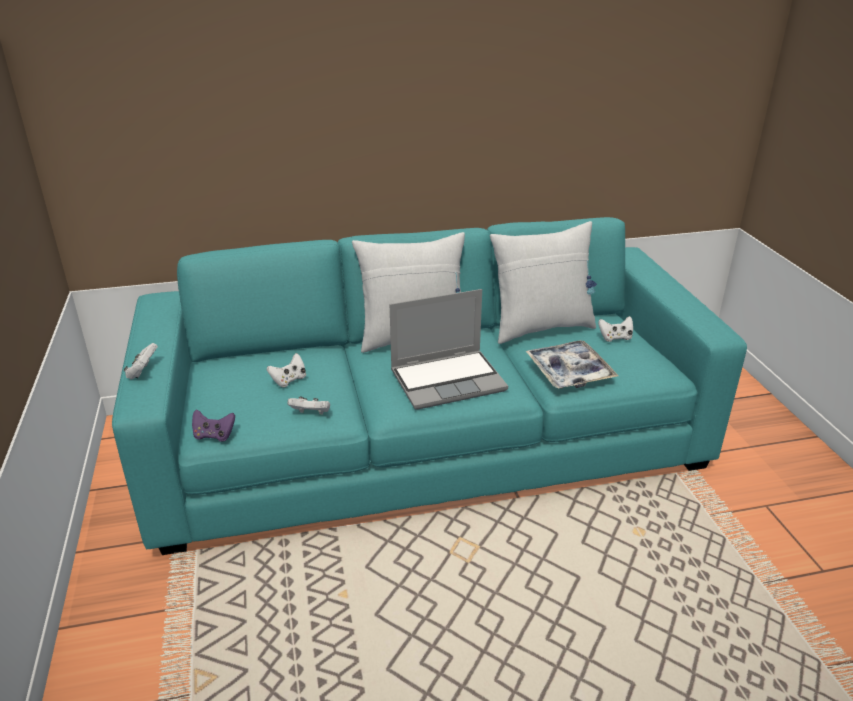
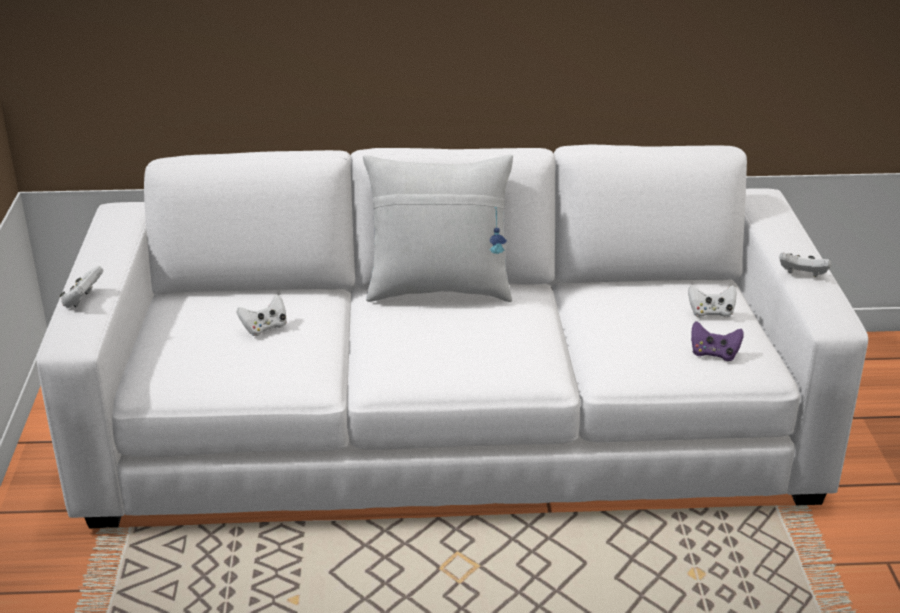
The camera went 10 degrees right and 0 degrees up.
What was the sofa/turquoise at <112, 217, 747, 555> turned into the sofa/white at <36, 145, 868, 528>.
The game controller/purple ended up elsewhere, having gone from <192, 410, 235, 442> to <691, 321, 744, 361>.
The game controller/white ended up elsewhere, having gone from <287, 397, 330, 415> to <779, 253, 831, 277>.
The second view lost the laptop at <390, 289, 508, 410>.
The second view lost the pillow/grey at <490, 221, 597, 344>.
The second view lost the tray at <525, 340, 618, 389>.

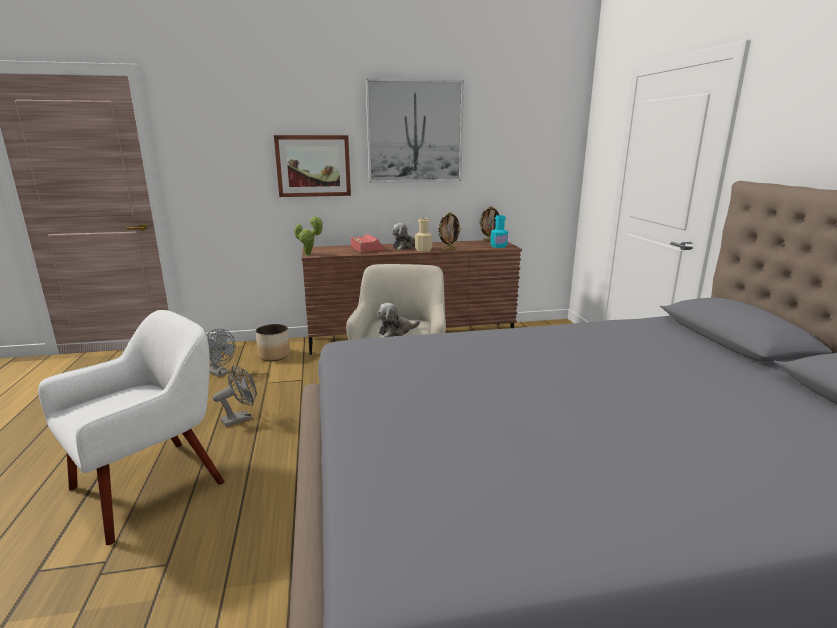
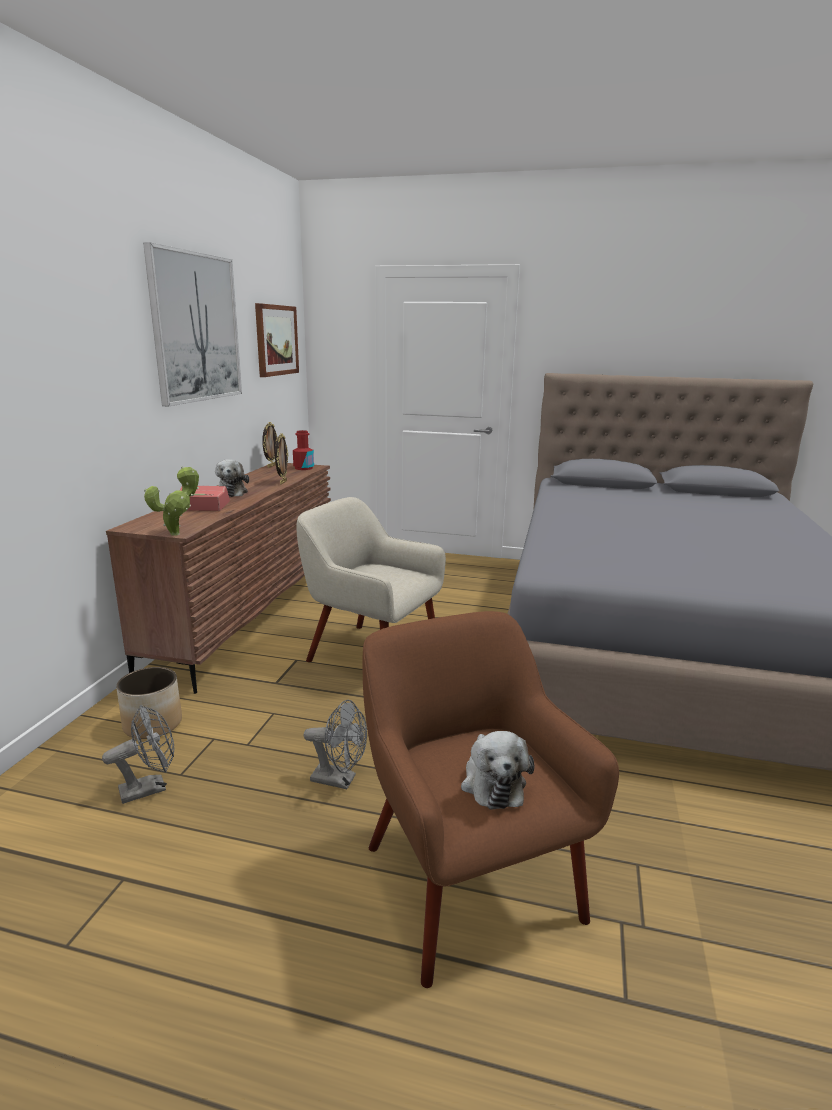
The camera went 65 degrees left and 0 degrees up.
What was the armchair/white at <38, 310, 225, 545> turned into the armchair/brown at <363, 611, 619, 988>.
The fan/grey at <213, 365, 257, 427> ended up facing another way, 120 degrees clockwise from before.
The picture ended up elsewhere, having gone from <274, 135, 351, 197> to <255, 303, 299, 377>.
The plush toy ended up elsewhere, having gone from <377, 303, 420, 337> to <461, 731, 534, 810>.
The second view lost the bottle/beige at <415, 218, 432, 252>.
What was the bottle/turquoise at <490, 215, 508, 248> turned into the bottle/red at <293, 430, 314, 470>.

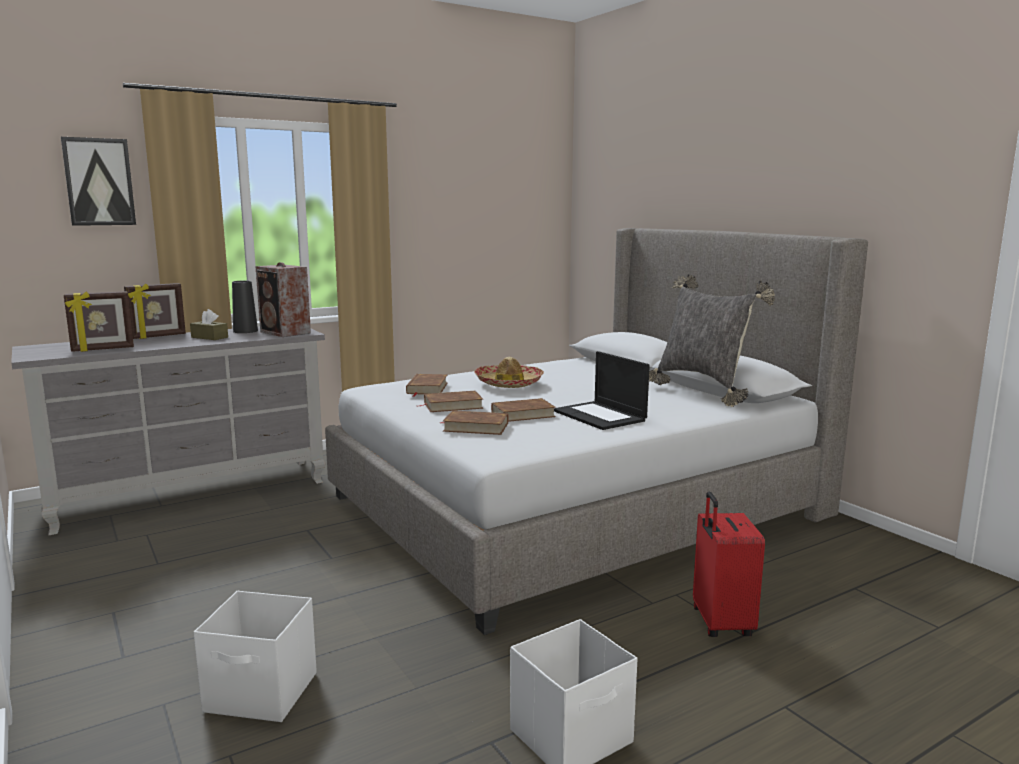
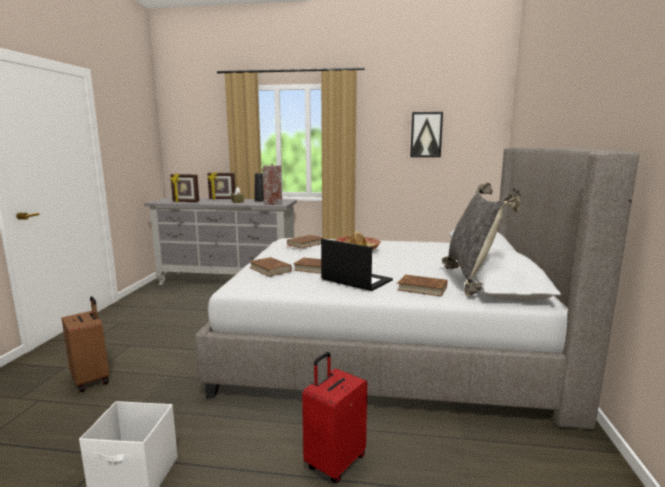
The camera went 40 degrees right and 0 degrees up.
The picture ended up elsewhere, having gone from <61, 137, 136, 226> to <410, 112, 443, 157>.
Where the storage box/white stood at <194, 591, 317, 722>, the suitcase/brown came to stand at <62, 296, 109, 392>.
The book/brown ended up elsewhere, having gone from <419, 391, 483, 412> to <398, 275, 447, 297>.
The laptop at <554, 351, 650, 430> ended up facing another way, 120 degrees clockwise from before.

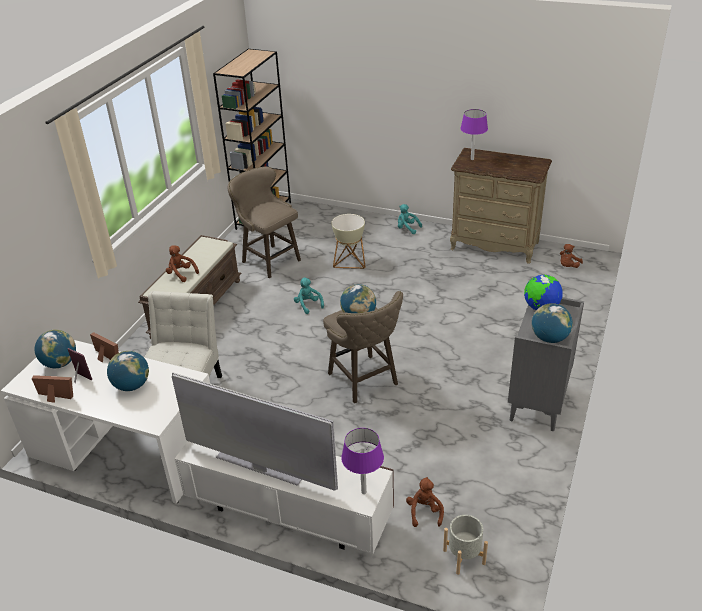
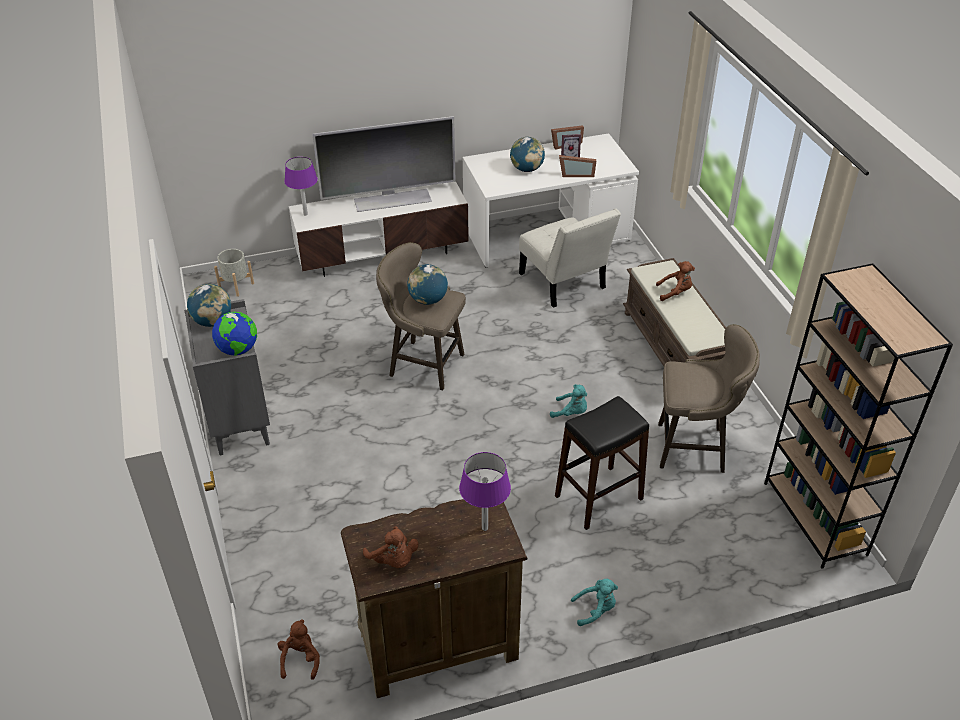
The camera went 140 degrees right and 5 degrees up.
The second view lost the globe at <35, 330, 76, 368>.
Where the planter stood at <331, 214, 365, 269>, the stool/black came to stand at <555, 396, 649, 530>.
The plush toy/brown ended up elsewhere, having gone from <406, 477, 444, 527> to <363, 526, 418, 568>.

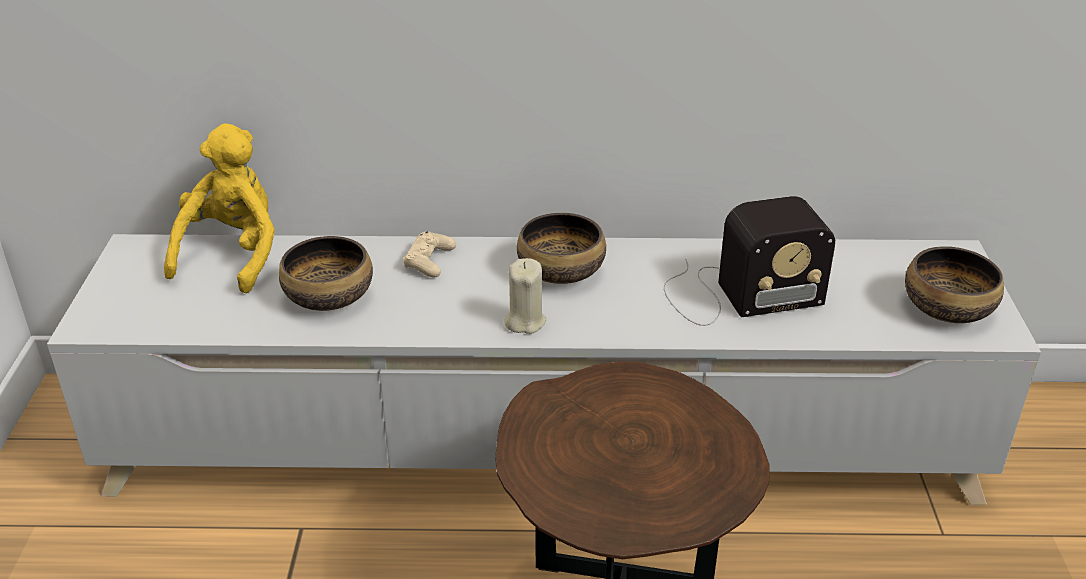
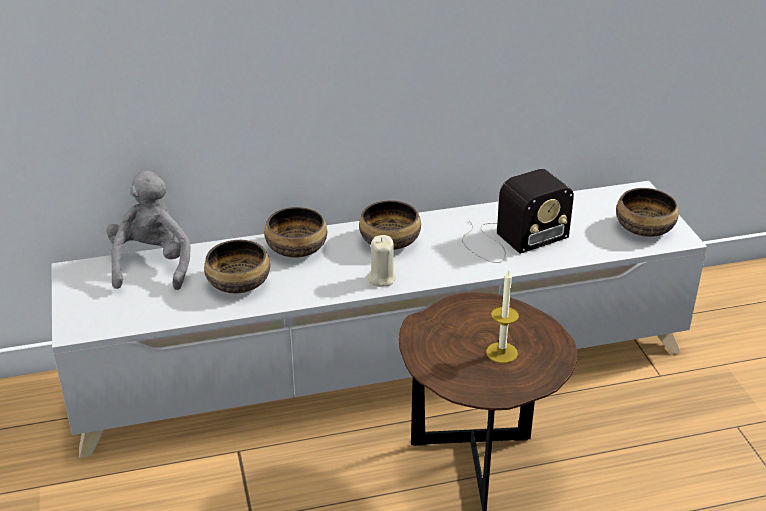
The camera went 15 degrees left and 0 degrees up.
What was the plush toy/yellow at <164, 124, 275, 294> turned into the plush toy/grey at <107, 171, 191, 290>.
Where the game controller/beige stood at <403, 231, 456, 278>, the bowl came to stand at <264, 207, 327, 258>.
The second view gained the candle at <486, 271, 519, 363>.

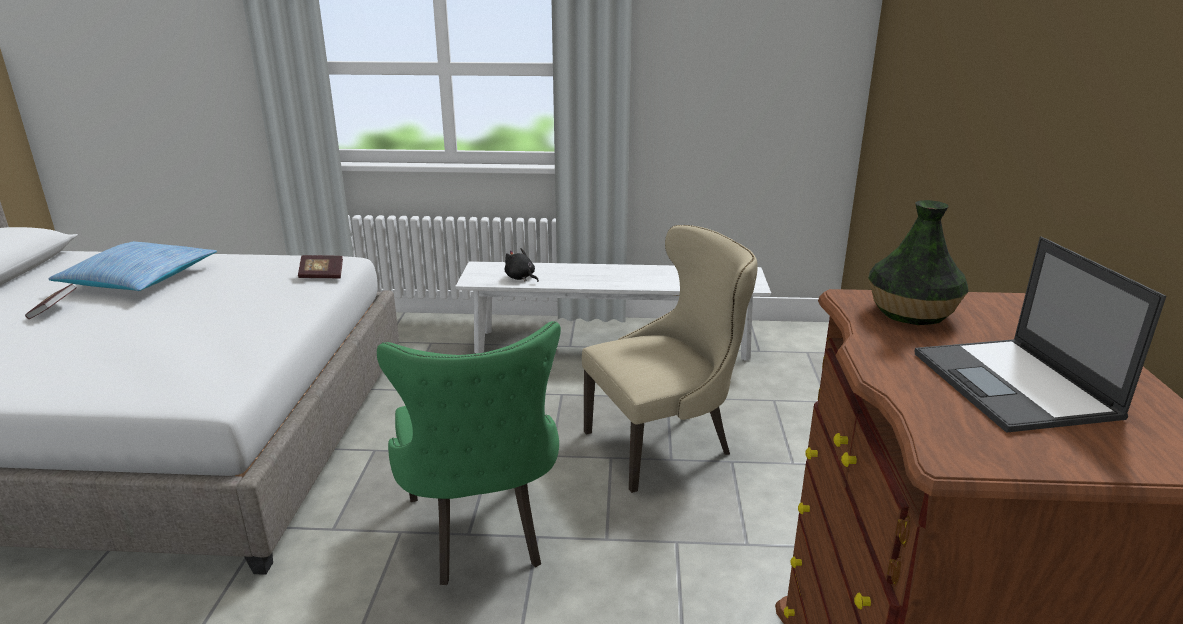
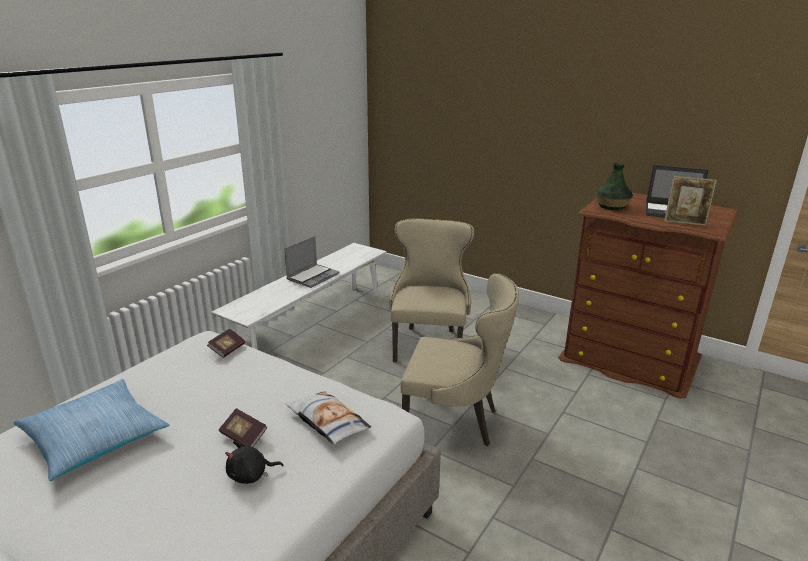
The camera went 60 degrees left and 0 degrees up.
The book ended up elsewhere, having gone from <25, 283, 76, 319> to <219, 408, 267, 447>.
What was the chair/green at <377, 321, 561, 585> turned into the chair/beige at <400, 273, 519, 446>.
The plush toy/black ended up elsewhere, having gone from <504, 248, 539, 282> to <225, 441, 284, 484>.
The second view gained the laptop at <284, 236, 340, 288>.
The second view gained the pillow at <286, 391, 371, 444>.
The second view gained the picture frame at <664, 176, 717, 226>.

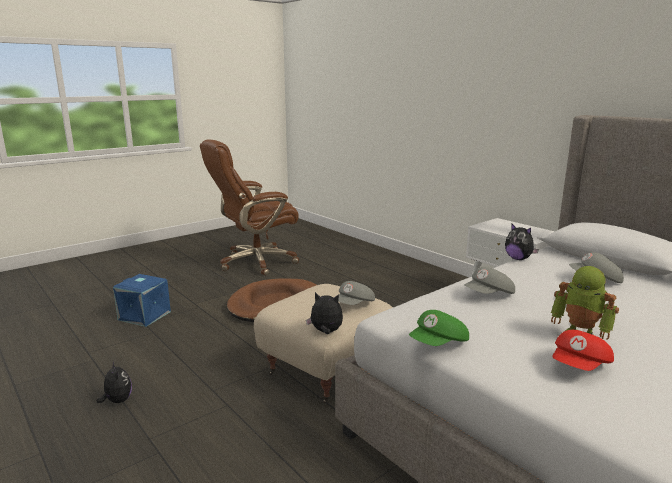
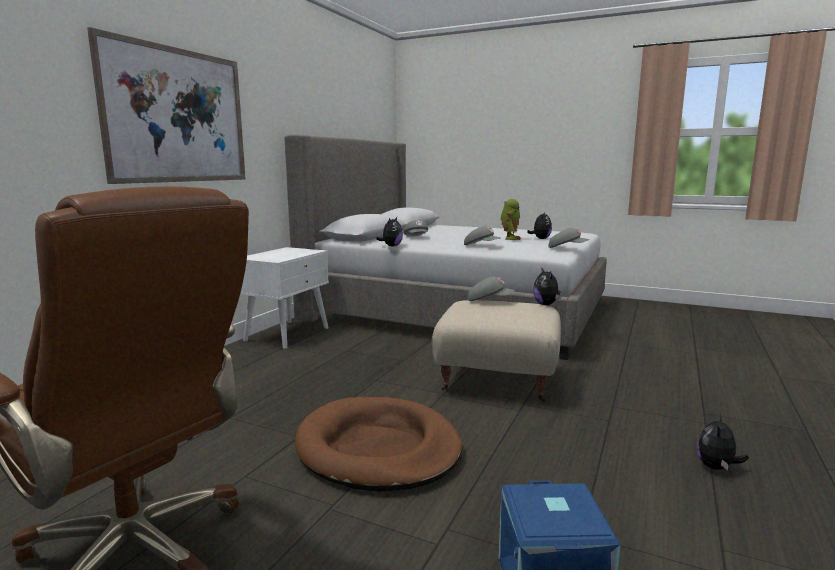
The camera went 115 degrees left and 5 degrees down.
What was the cap/green at <409, 310, 469, 346> turned into the cap/grey at <548, 228, 589, 248>.
Where the cap/red stood at <552, 330, 614, 371>, the plush toy came to stand at <527, 213, 552, 239>.
The second view gained the picture at <87, 27, 246, 184>.

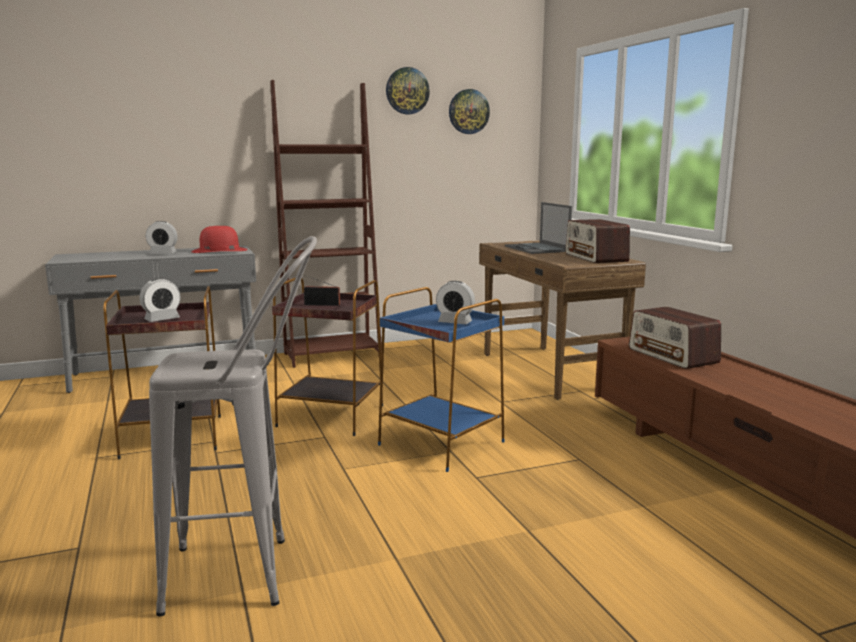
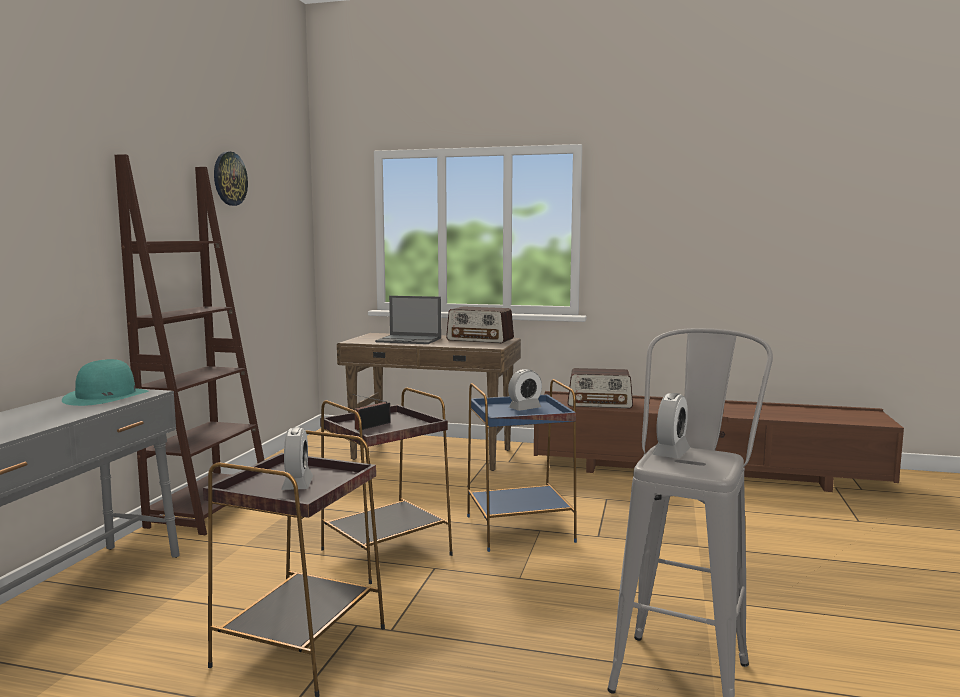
The camera went 55 degrees left and 5 degrees down.
The alarm clock ended up elsewhere, having gone from <146, 221, 178, 254> to <652, 393, 690, 458>.
What was the hat/red at <191, 226, 248, 253> turned into the hat/turquoise at <62, 359, 148, 406>.
The second view lost the wall clock at <449, 89, 490, 134>.

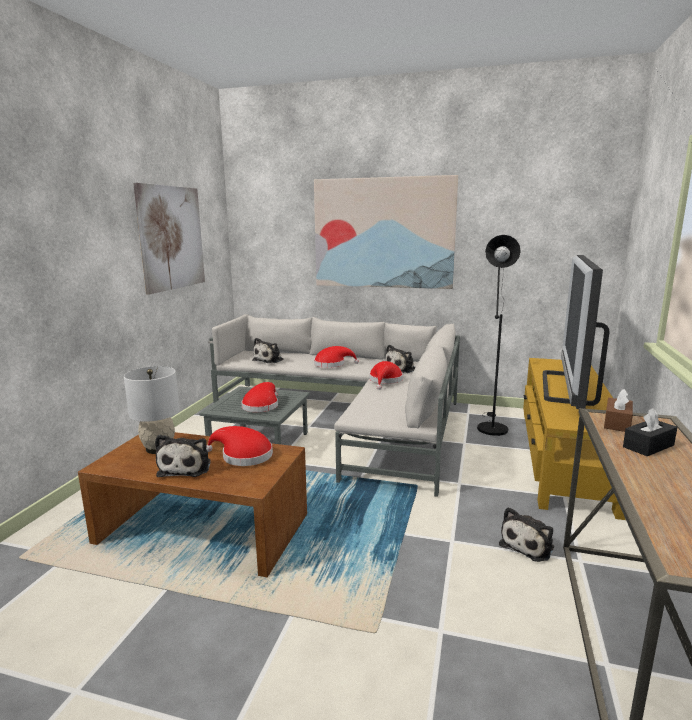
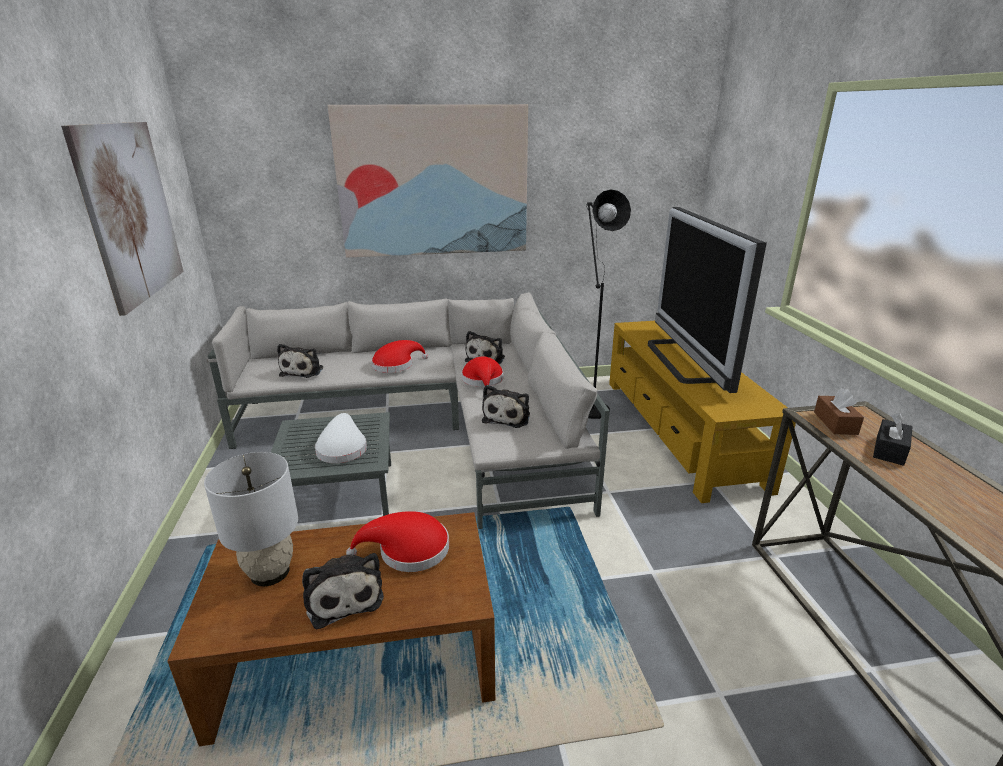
The camera went 25 degrees left and 10 degrees up.
What was the hat/red at <241, 382, 278, 412> turned into the hat/white at <315, 413, 367, 463>.
The plush toy ended up elsewhere, having gone from <499, 507, 554, 562> to <482, 385, 530, 428>.

